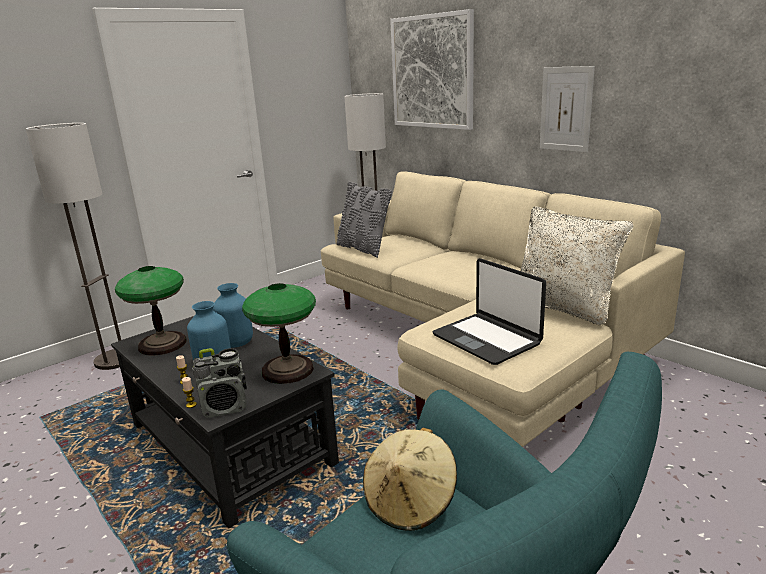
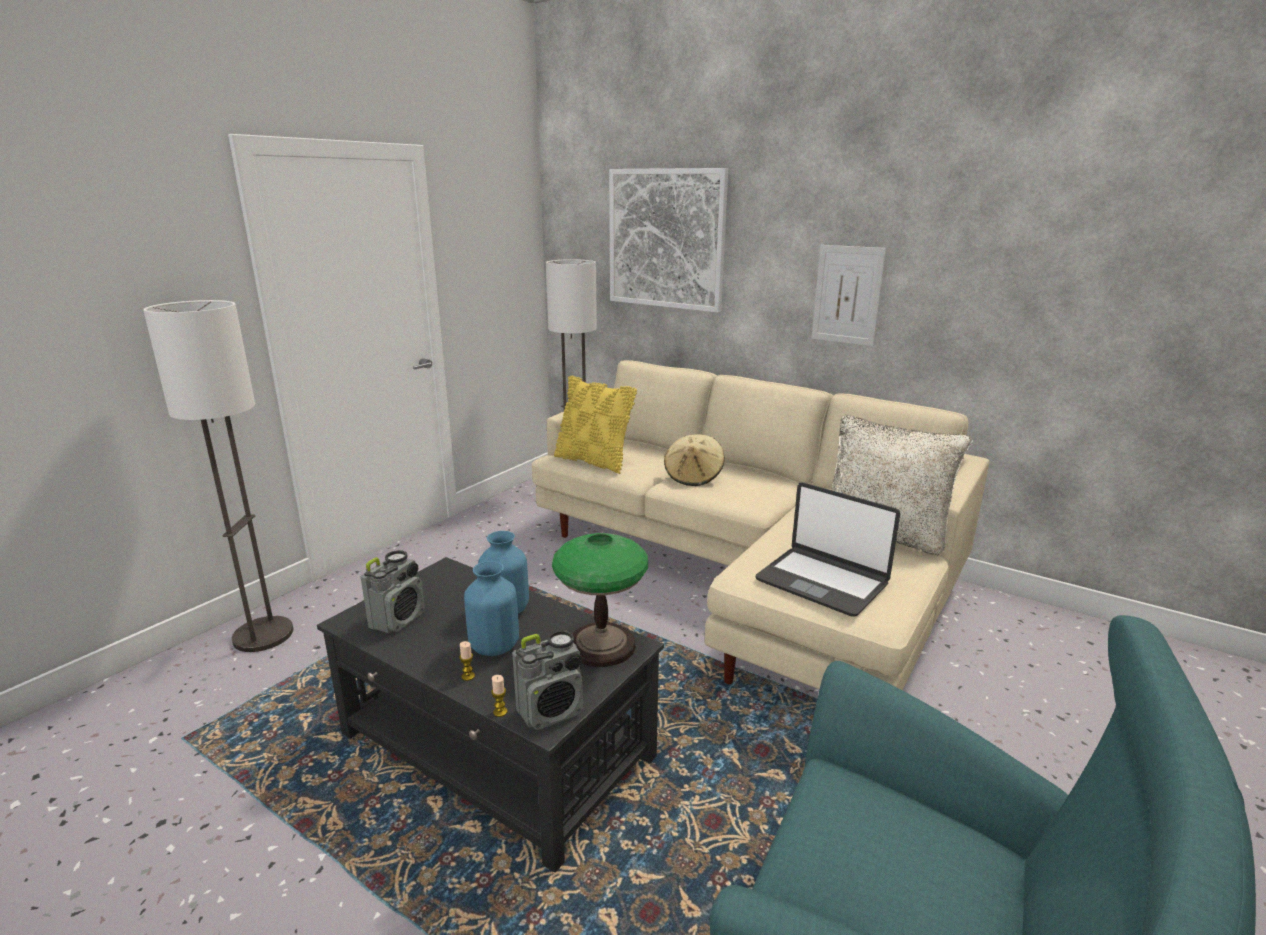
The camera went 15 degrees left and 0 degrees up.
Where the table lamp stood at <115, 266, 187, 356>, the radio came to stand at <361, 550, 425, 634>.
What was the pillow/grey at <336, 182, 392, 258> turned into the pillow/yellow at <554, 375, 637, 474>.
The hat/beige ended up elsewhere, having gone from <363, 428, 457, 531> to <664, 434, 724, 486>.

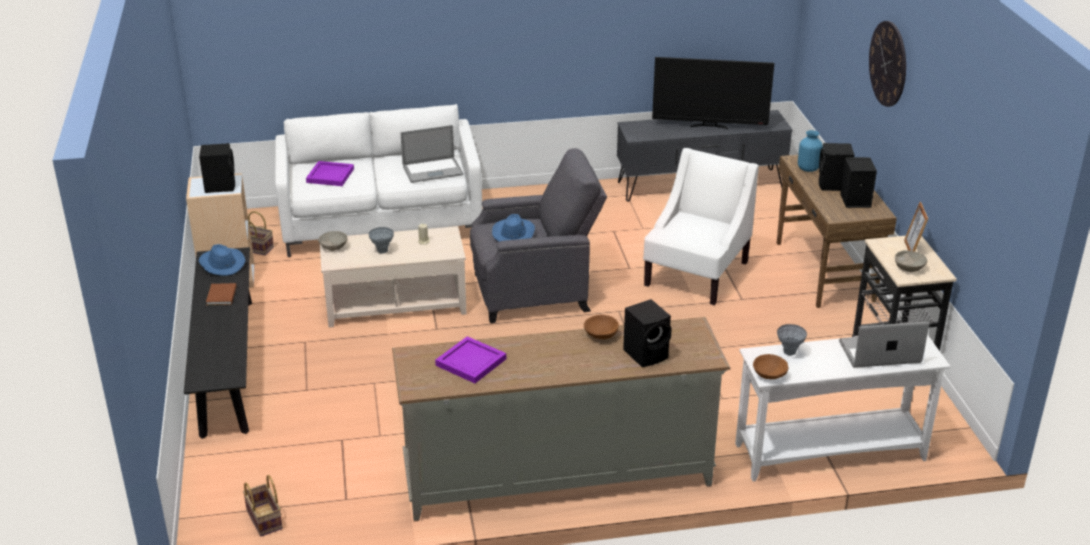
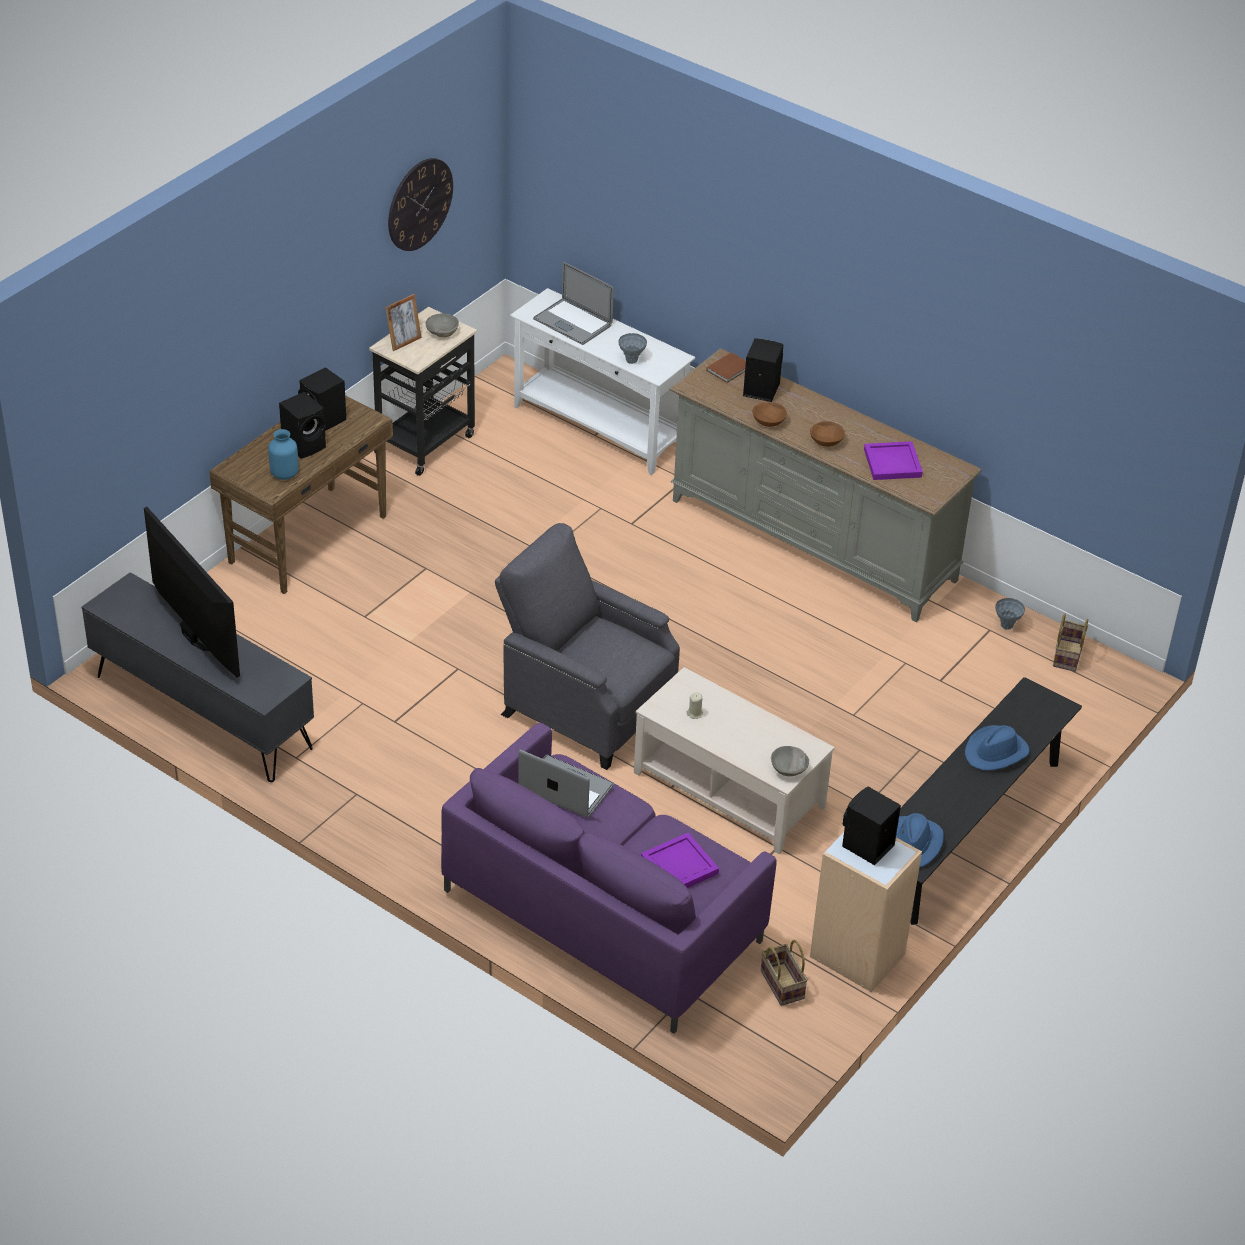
The camera went 135 degrees left and 10 degrees up.
The book/brown ended up elsewhere, having gone from <206, 283, 237, 305> to <707, 352, 746, 383>.
What was the sofa/white at <275, 104, 483, 257> turned into the sofa/purple at <441, 723, 777, 1034>.
The vase/grey ended up elsewhere, having gone from <369, 227, 394, 253> to <995, 598, 1025, 630>.
The hat/blue ended up elsewhere, having gone from <492, 214, 535, 242> to <965, 725, 1030, 771>.
The second view lost the armchair/white at <643, 148, 759, 305>.
The bowl/brown ended up elsewhere, having gone from <753, 354, 788, 379> to <810, 421, 845, 447>.
The wall clock ended up elsewhere, having gone from <869, 21, 906, 107> to <388, 158, 453, 251>.

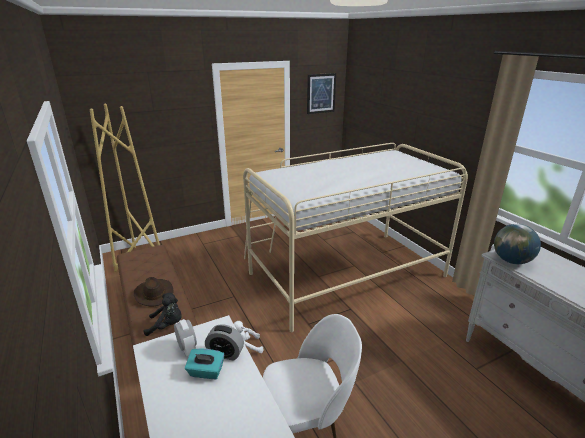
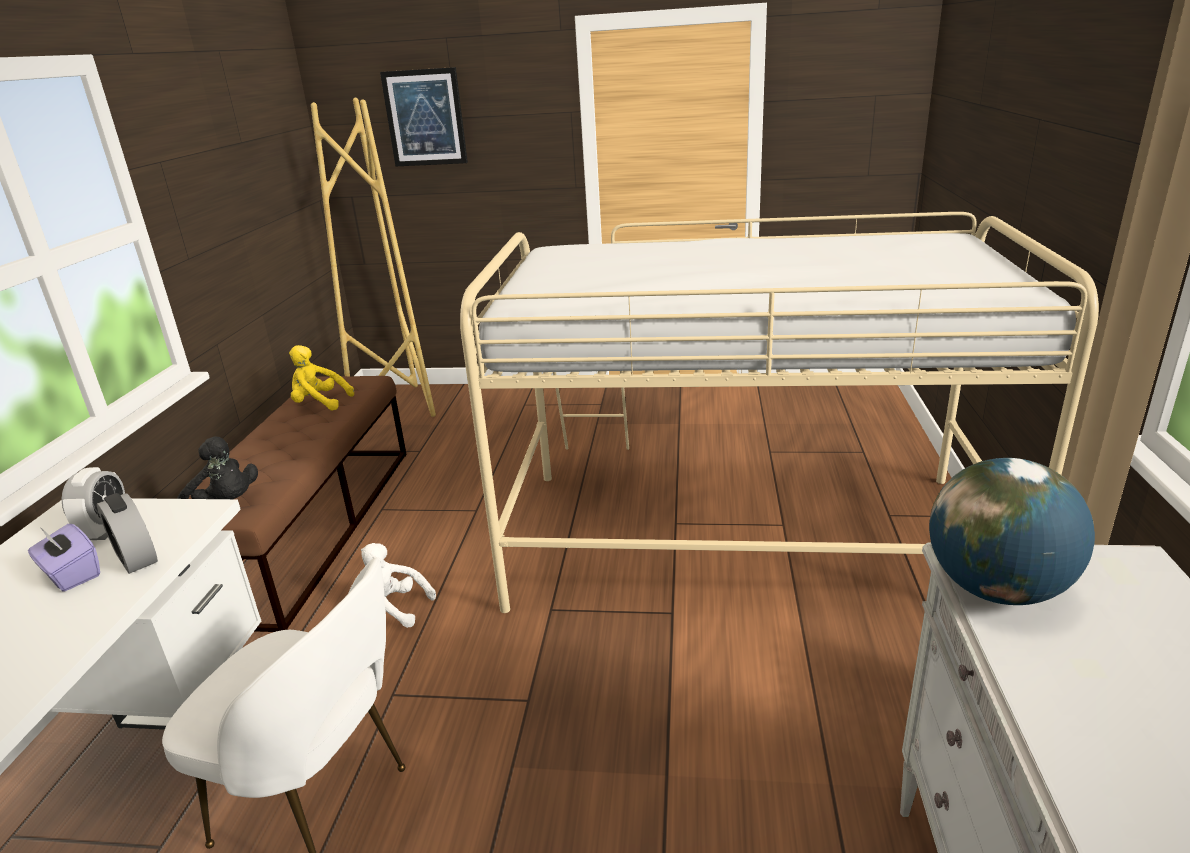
The camera went 35 degrees right and 0 degrees up.
The second view lost the hat/brown at <134, 277, 173, 306>.
What was the tissue box/turquoise at <185, 348, 224, 379> turned into the tissue box/purple at <28, 524, 100, 591>.
The picture ended up elsewhere, having gone from <307, 73, 336, 114> to <380, 67, 468, 166>.
The second view gained the plush toy/yellow at <289, 345, 354, 411>.

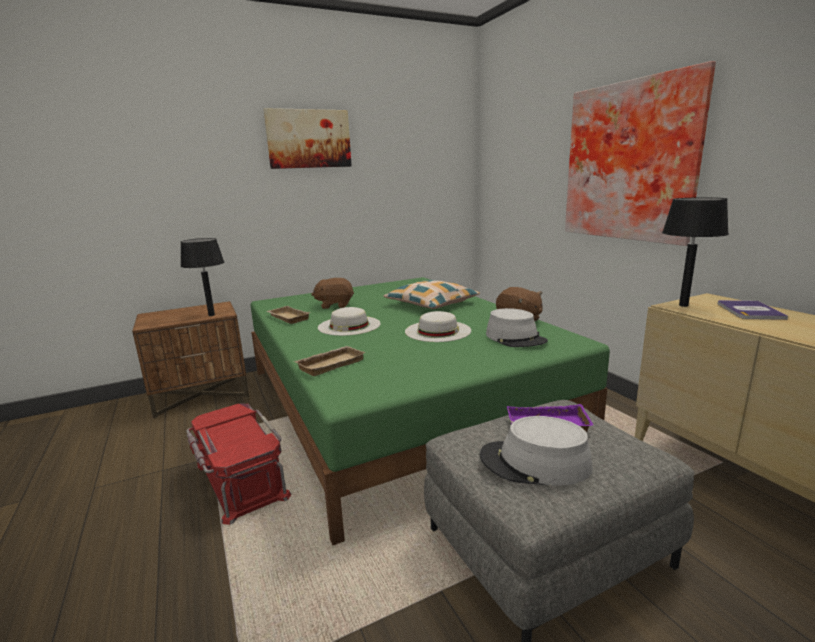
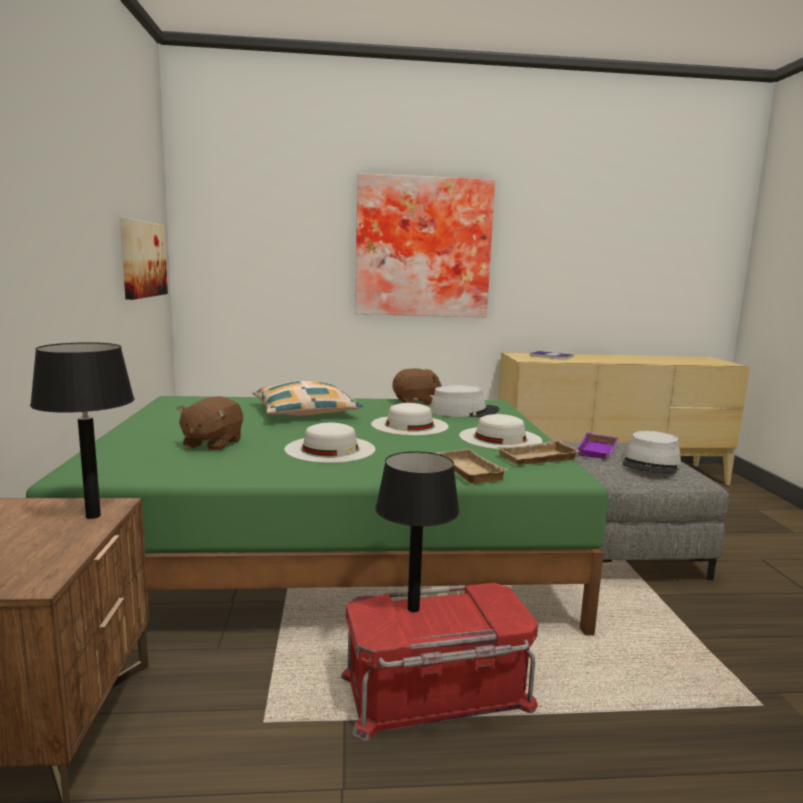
The camera went 70 degrees left and 5 degrees down.
The picture ended up elsewhere, having gone from <263, 108, 352, 169> to <120, 217, 168, 300>.
The tray/beige ended up elsewhere, having gone from <266, 306, 311, 324> to <497, 440, 580, 465>.
The table lamp/black ended up elsewhere, having gone from <662, 197, 729, 307> to <375, 451, 460, 612>.
The second view gained the hat/white at <459, 414, 542, 449>.

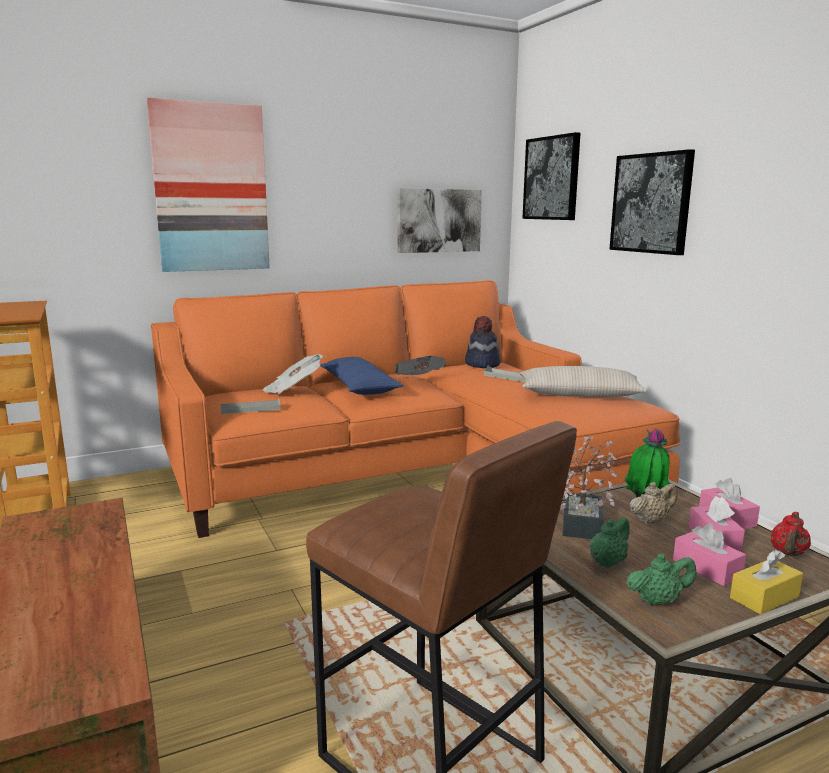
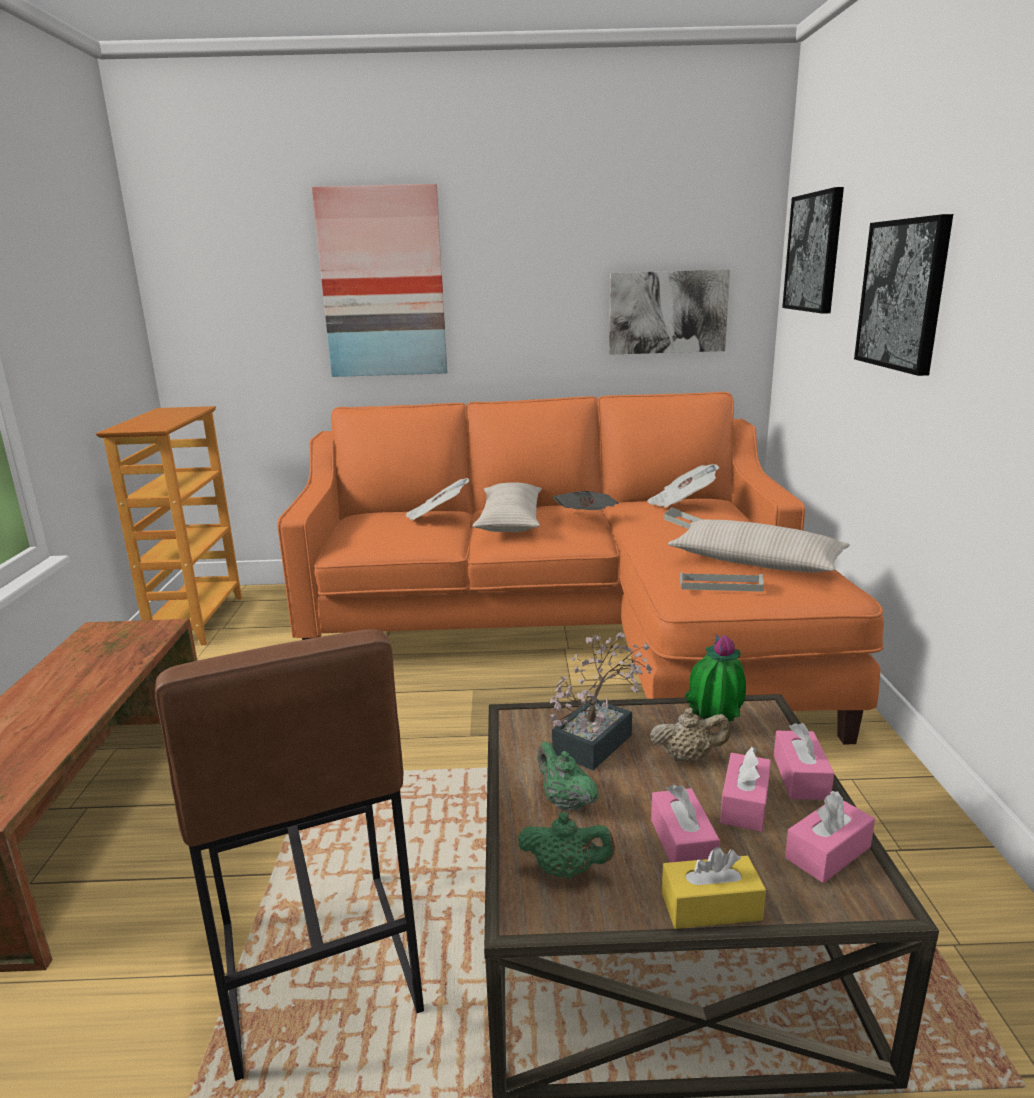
The camera went 25 degrees right and 5 degrees up.
The tray/grey ended up elsewhere, having gone from <220, 398, 281, 414> to <680, 572, 764, 592>.
What was the pillow/blue at <320, 357, 403, 395> turned into the pillow/beige at <473, 482, 542, 532>.
Where the hat stood at <465, 316, 500, 368>, the newspaper came to stand at <647, 464, 720, 508>.
The teapot/green at <590, 517, 630, 568> ended up facing another way, 105 degrees counterclockwise from before.
Where the teapot/red stood at <771, 512, 811, 557>, the tissue box/pink came to stand at <785, 791, 875, 883>.

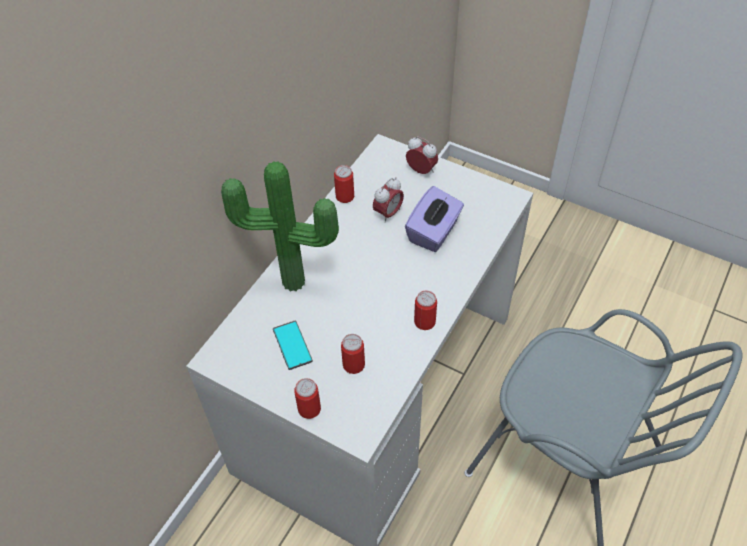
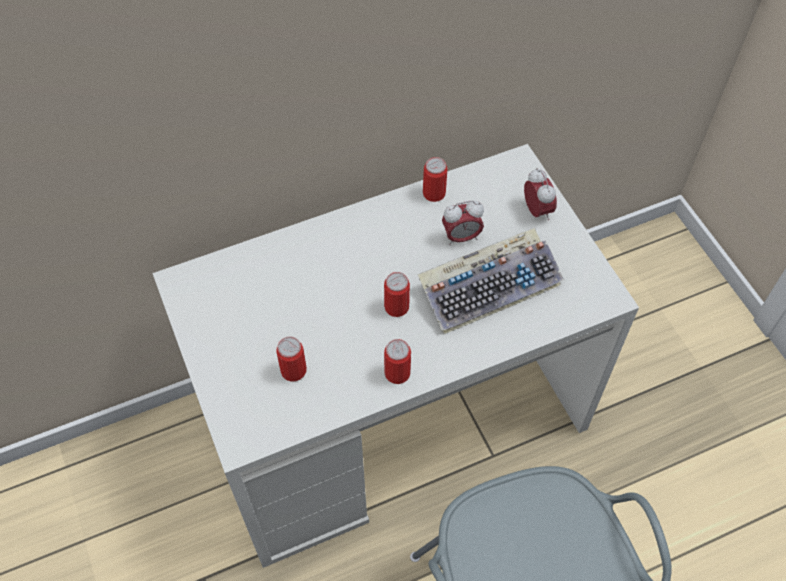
The camera went 35 degrees right and 5 degrees up.
The second view lost the potted plant at <221, 161, 339, 291>.
The second view lost the phone at <273, 320, 313, 370>.
The can ended up elsewhere, having gone from <294, 378, 321, 419> to <384, 272, 410, 317>.
Where the tissue box/purple stood at <405, 186, 464, 252>, the keyboard came to stand at <418, 228, 564, 334>.

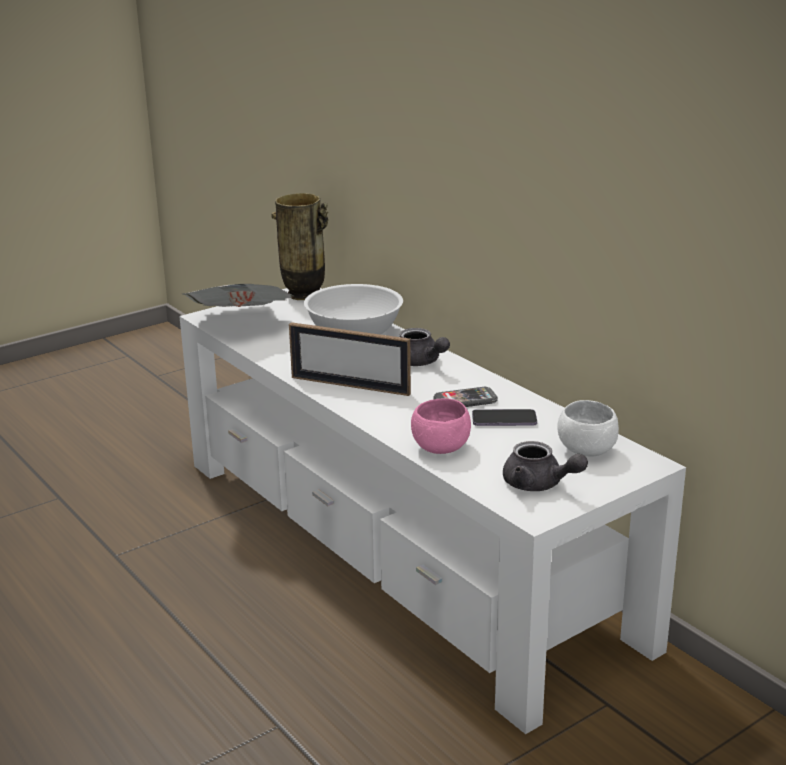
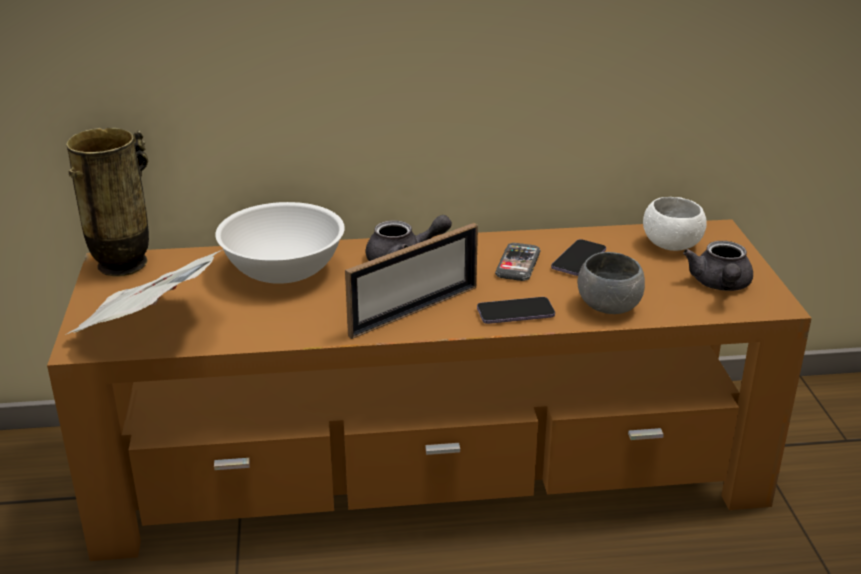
The camera went 60 degrees left and 5 degrees up.
What was the tv stand/white at <179, 288, 686, 734> turned into the tv stand/brown at <47, 219, 812, 561>.
What was the bowl/pink at <411, 398, 471, 454> turned into the bowl/grey at <577, 252, 645, 314>.
The teapot/grey at <503, 441, 588, 491> ended up facing another way, 120 degrees clockwise from before.
The second view gained the phone at <477, 297, 555, 324>.

